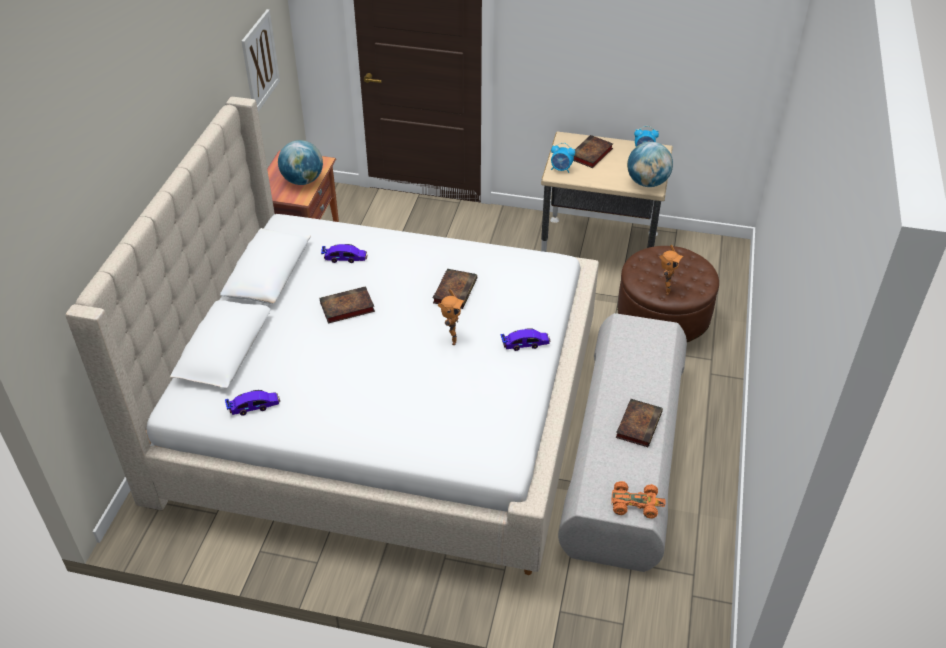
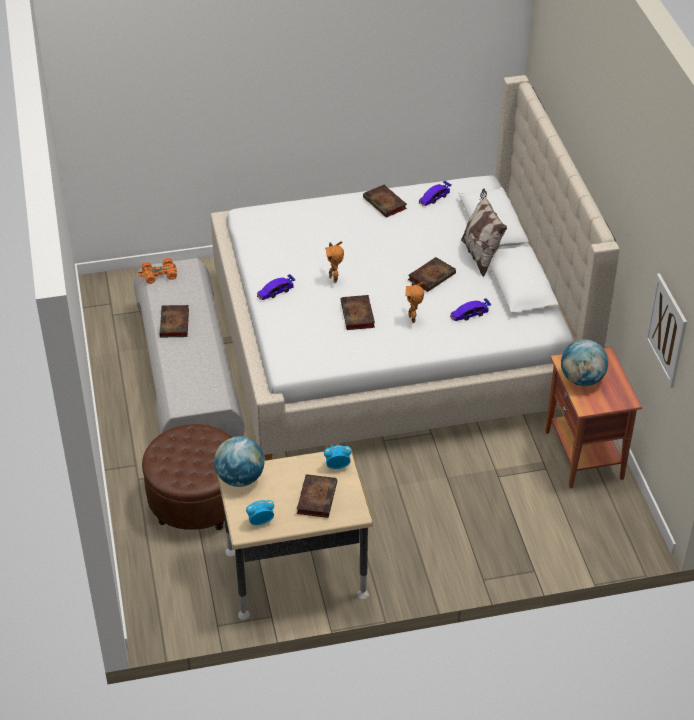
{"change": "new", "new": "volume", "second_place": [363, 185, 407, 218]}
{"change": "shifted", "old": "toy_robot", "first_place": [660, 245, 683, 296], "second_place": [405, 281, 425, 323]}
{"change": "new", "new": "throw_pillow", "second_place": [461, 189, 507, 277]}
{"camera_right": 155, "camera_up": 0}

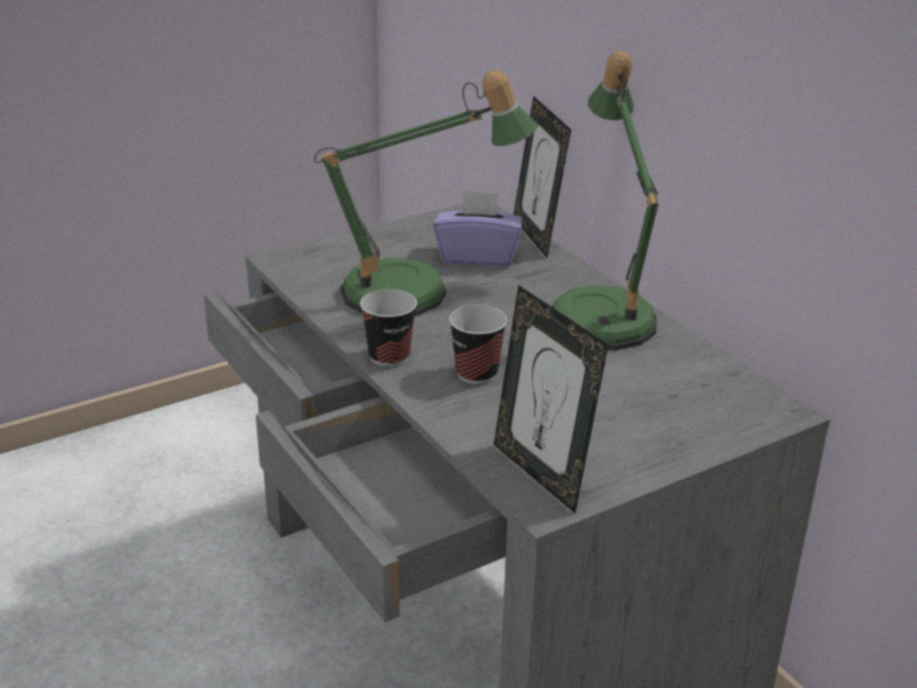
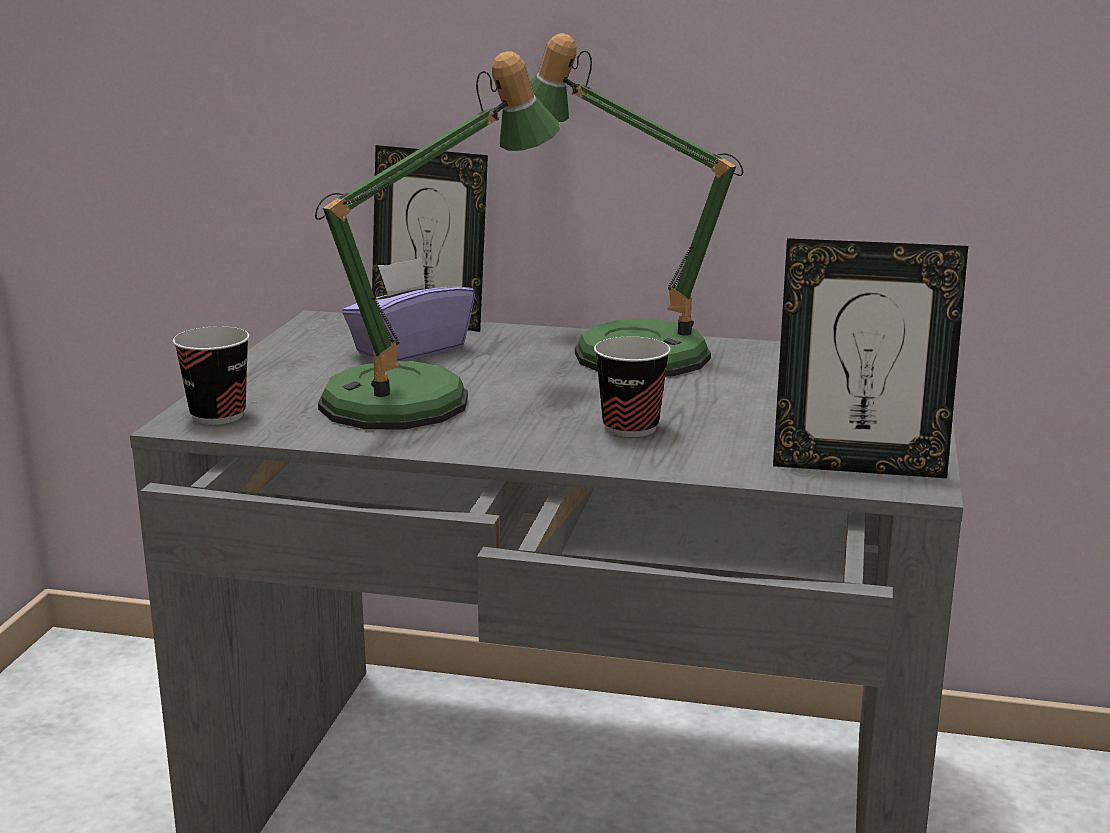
{"change": "shifted", "old": "drinking_cup", "first_place": [360, 289, 417, 367], "second_place": [173, 326, 250, 425]}
{"camera_right": -45, "camera_up": -10}

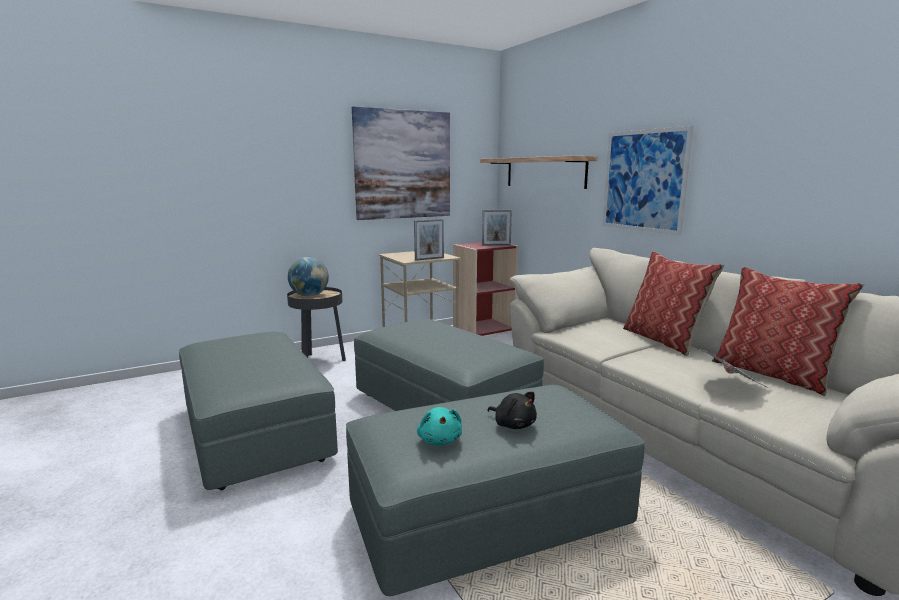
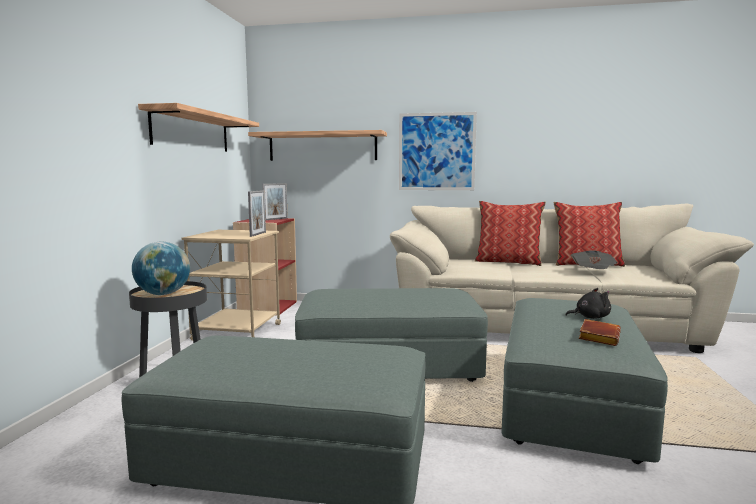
{"change": "swapped", "old": "picture", "new": "wall_shelf", "first_place": [352, 106, 450, 220], "second_place": [138, 103, 259, 152]}
{"change": "swapped", "old": "turquoise-coloured_soft_toy", "new": "brown-coloured_volume", "first_place": [417, 407, 462, 446], "second_place": [579, 319, 621, 346]}
{"camera_right": -50, "camera_up": -5}

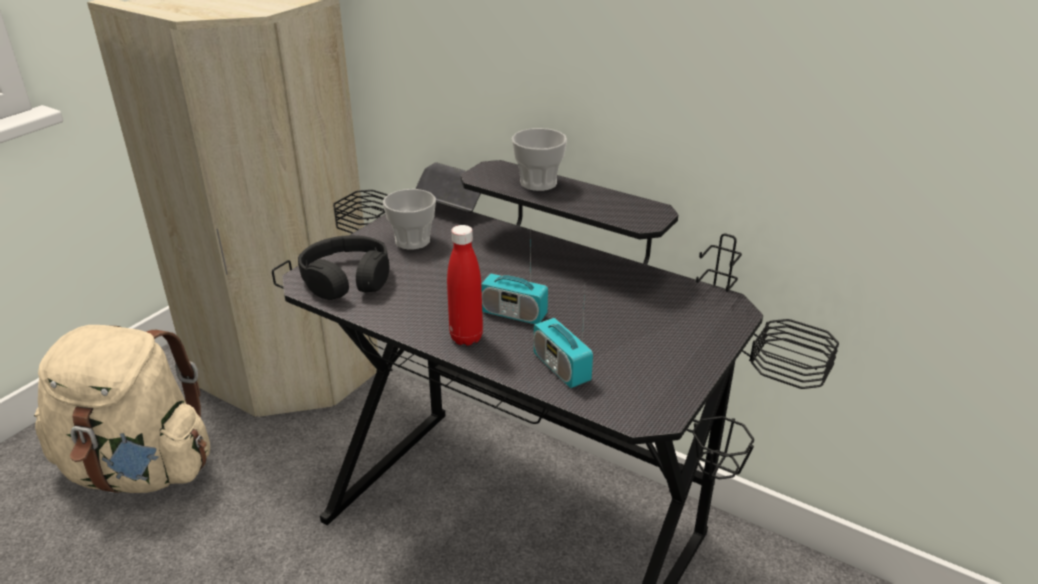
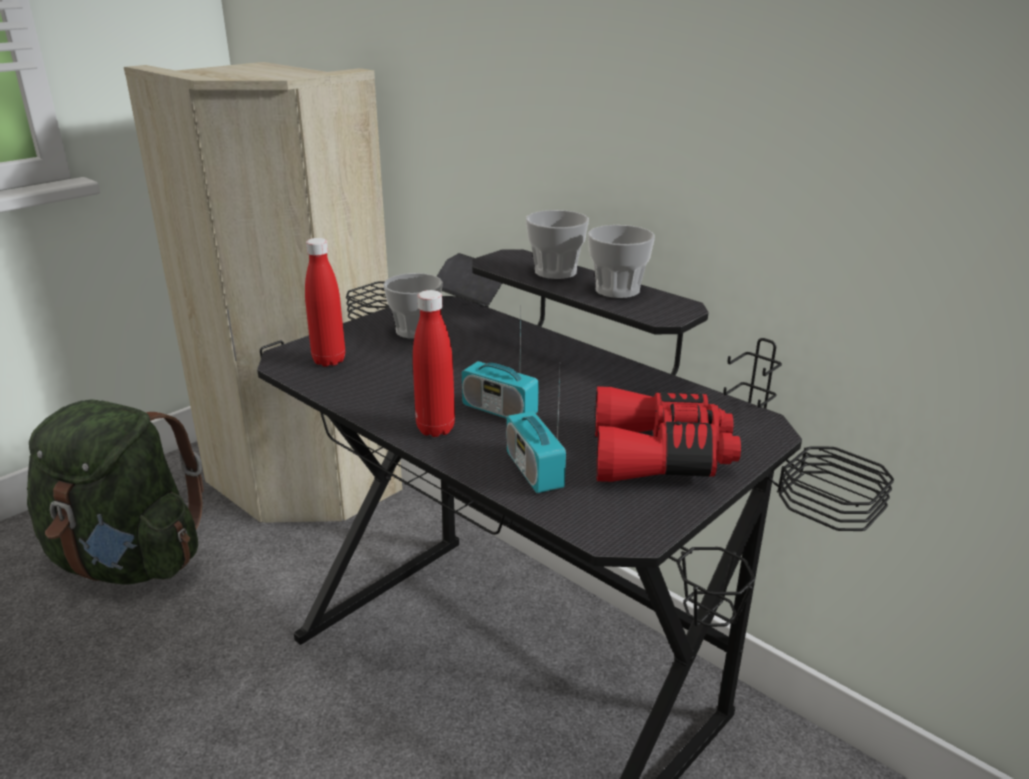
{"change": "repainted", "old": "sand-coloured_backpack", "new": "green_backpack", "first_place": [34, 325, 210, 494], "second_place": [27, 400, 204, 585]}
{"change": "swapped", "old": "black-coloured_pair_of_headphones", "new": "red_drink_bottle", "first_place": [298, 235, 389, 300], "second_place": [305, 238, 345, 367]}
{"change": "new", "new": "drinking_cup", "second_place": [588, 225, 655, 298]}
{"change": "new", "new": "red_pair_of_binoculars", "second_place": [595, 386, 741, 482]}
{"camera_right": 10, "camera_up": -5}

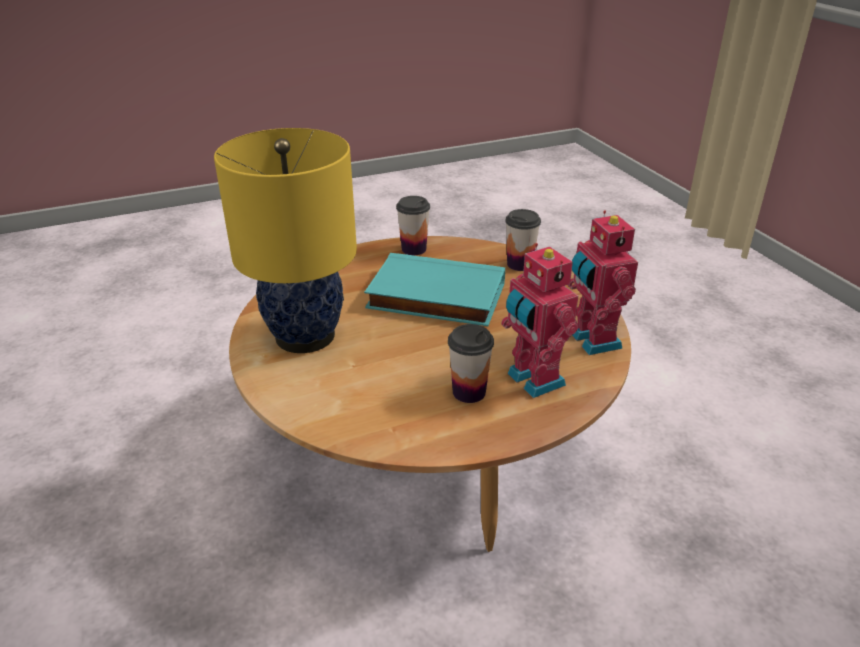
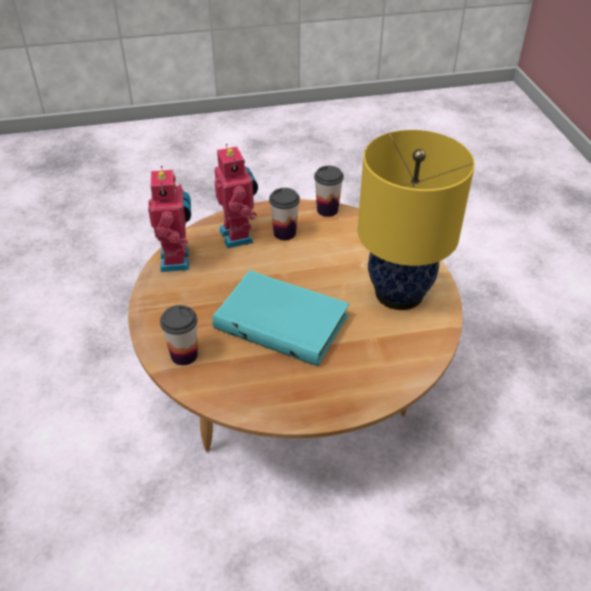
{"change": "shifted", "old": "drinking_cup", "first_place": [396, 196, 430, 255], "second_place": [314, 166, 344, 217]}
{"camera_right": -170, "camera_up": 10}

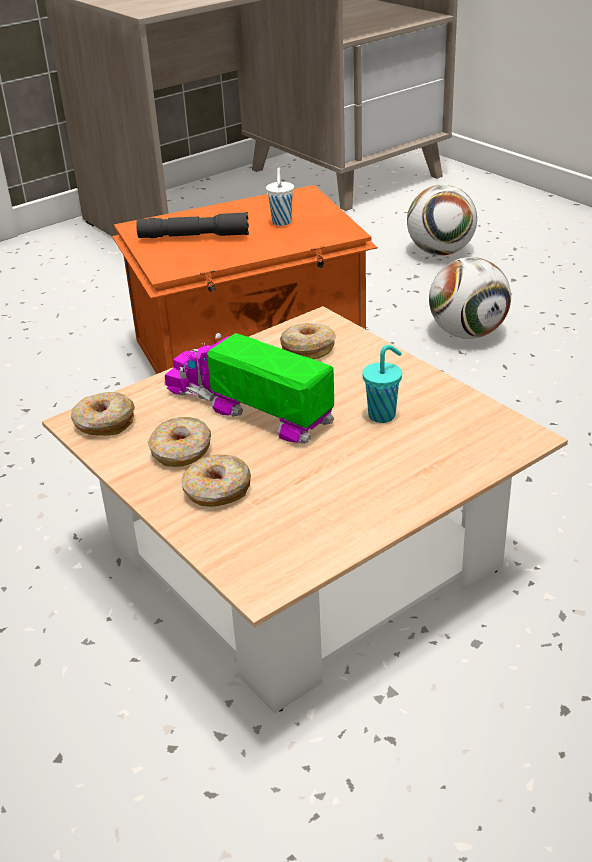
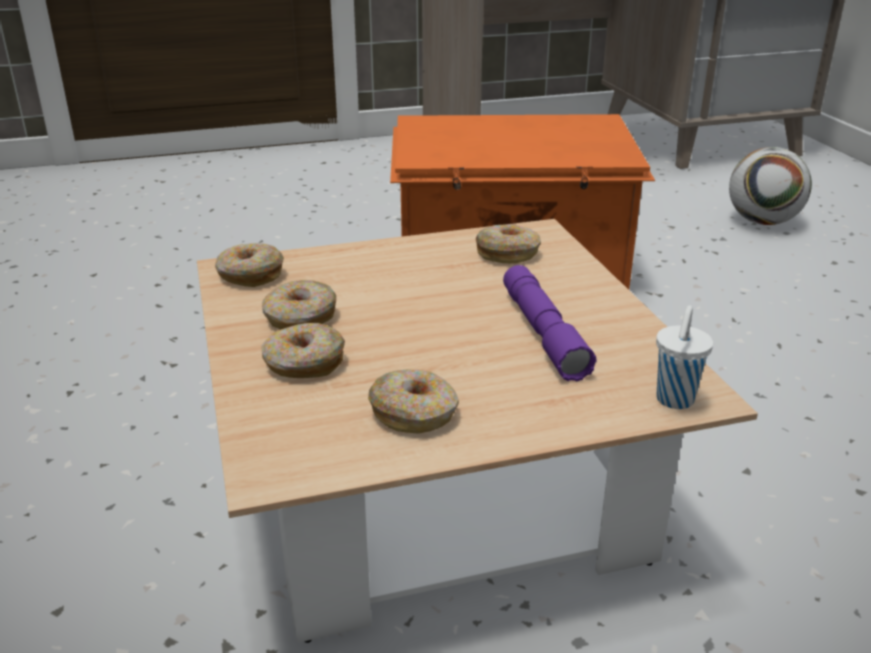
{"change": "new", "new": "ring_doughnut", "second_place": [368, 369, 459, 434]}
{"change": "swapped", "old": "turquoise-coloured_drinking_cup", "new": "purple_flashlight", "first_place": [362, 345, 402, 423], "second_place": [503, 265, 597, 382]}
{"change": "shifted", "old": "white-coloured_drinking_cup", "first_place": [266, 168, 294, 226], "second_place": [656, 305, 713, 409]}
{"change": "gone", "old": "gray_flashlight", "first_place": [136, 212, 249, 238]}
{"change": "gone", "old": "toy_lorry", "first_place": [165, 333, 334, 444]}
{"change": "gone", "old": "ball_for_football", "first_place": [429, 257, 511, 339]}
{"camera_right": 20, "camera_up": -5}

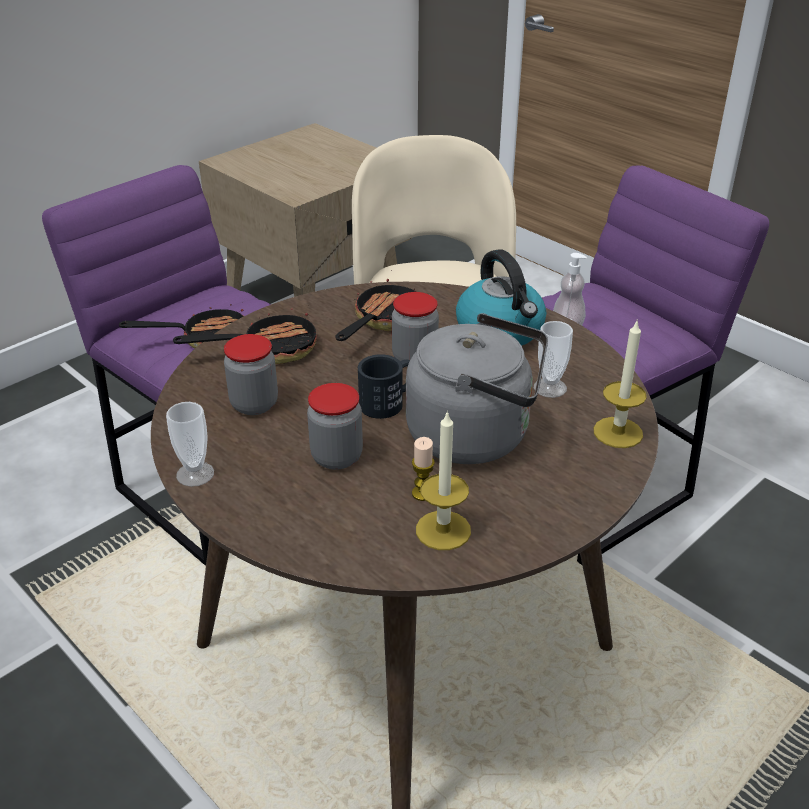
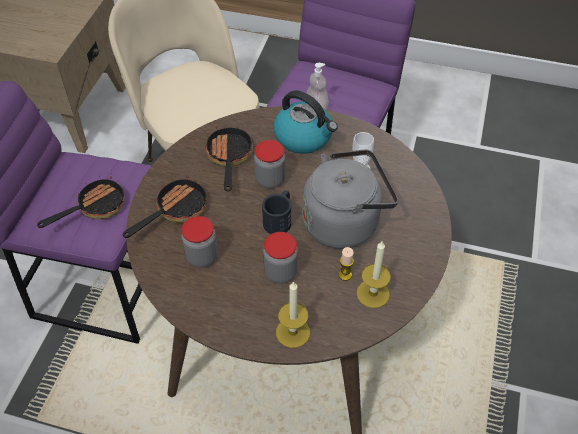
{"change": "shifted", "old": "candle", "first_place": [593, 319, 647, 448], "second_place": [276, 281, 310, 348]}
{"change": "gone", "old": "drinking_cup", "first_place": [166, 402, 214, 487]}
{"camera_right": -30, "camera_up": 15}

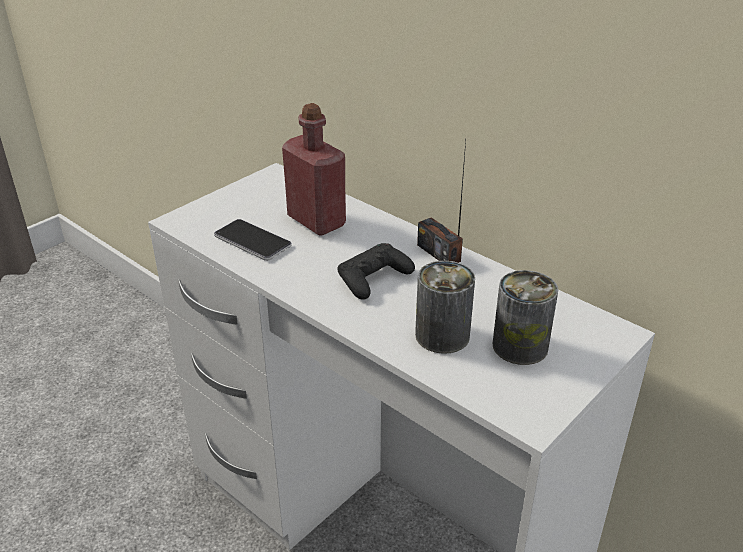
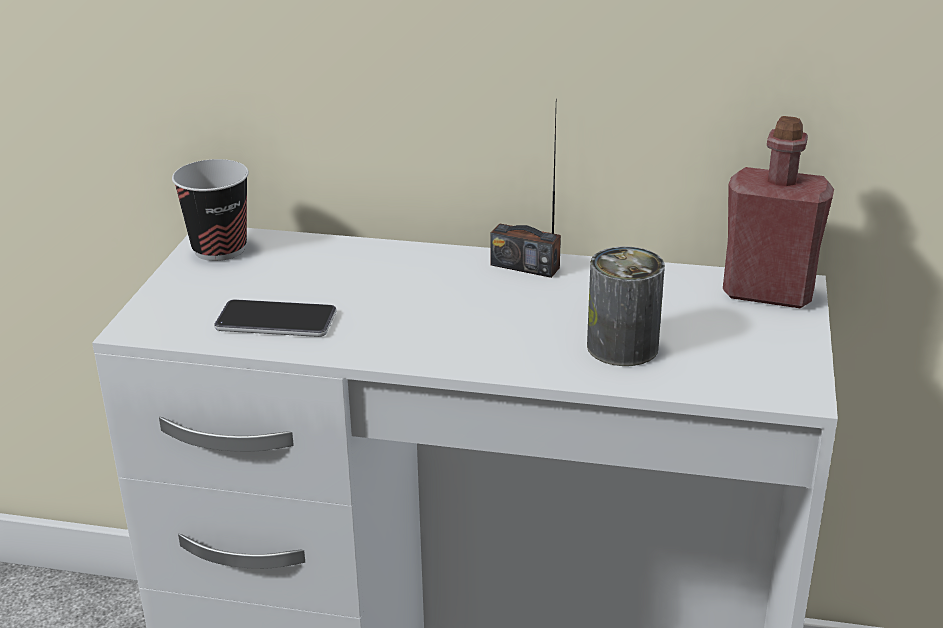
{"change": "new", "new": "drinking_cup", "second_place": [172, 159, 249, 261]}
{"change": "shifted", "old": "red_drink_bottle", "first_place": [282, 103, 346, 236], "second_place": [723, 116, 834, 308]}
{"change": "gone", "old": "black-coloured_joypad", "first_place": [337, 243, 415, 300]}
{"change": "gone", "old": "metal_can", "first_place": [492, 270, 558, 365]}
{"camera_right": -30, "camera_up": -5}

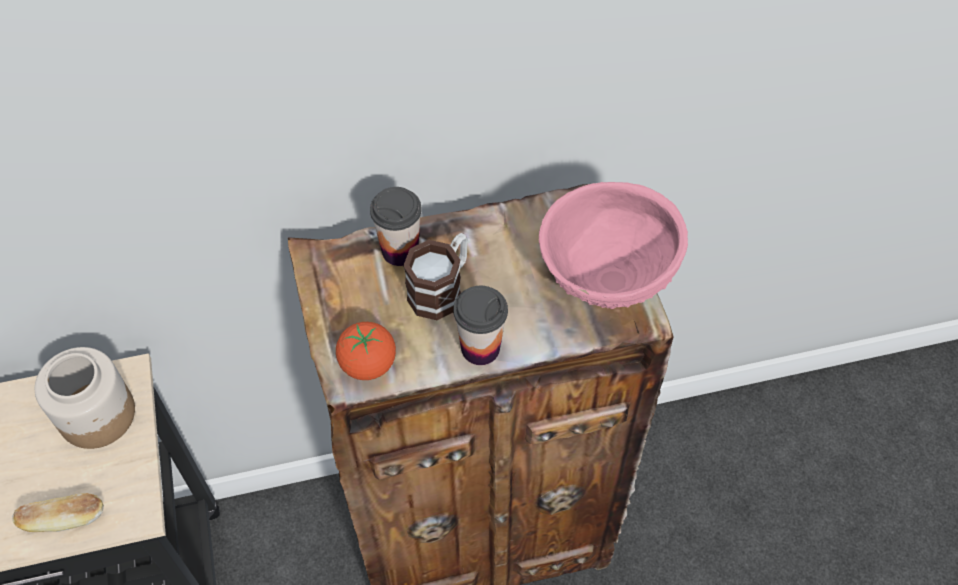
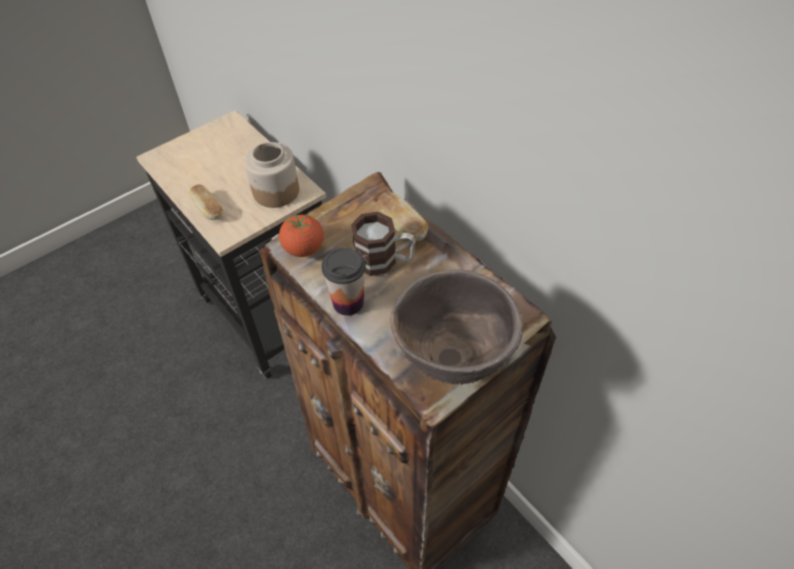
{"change": "swapped", "old": "drinking_cup", "new": "bakery_bread", "first_place": [370, 187, 422, 266], "second_place": [377, 192, 428, 241]}
{"change": "repainted", "old": "pink_deep_dish", "new": "brown-coloured_deep_dish", "first_place": [539, 182, 688, 309], "second_place": [390, 269, 523, 385]}
{"camera_right": 65, "camera_up": -5}

